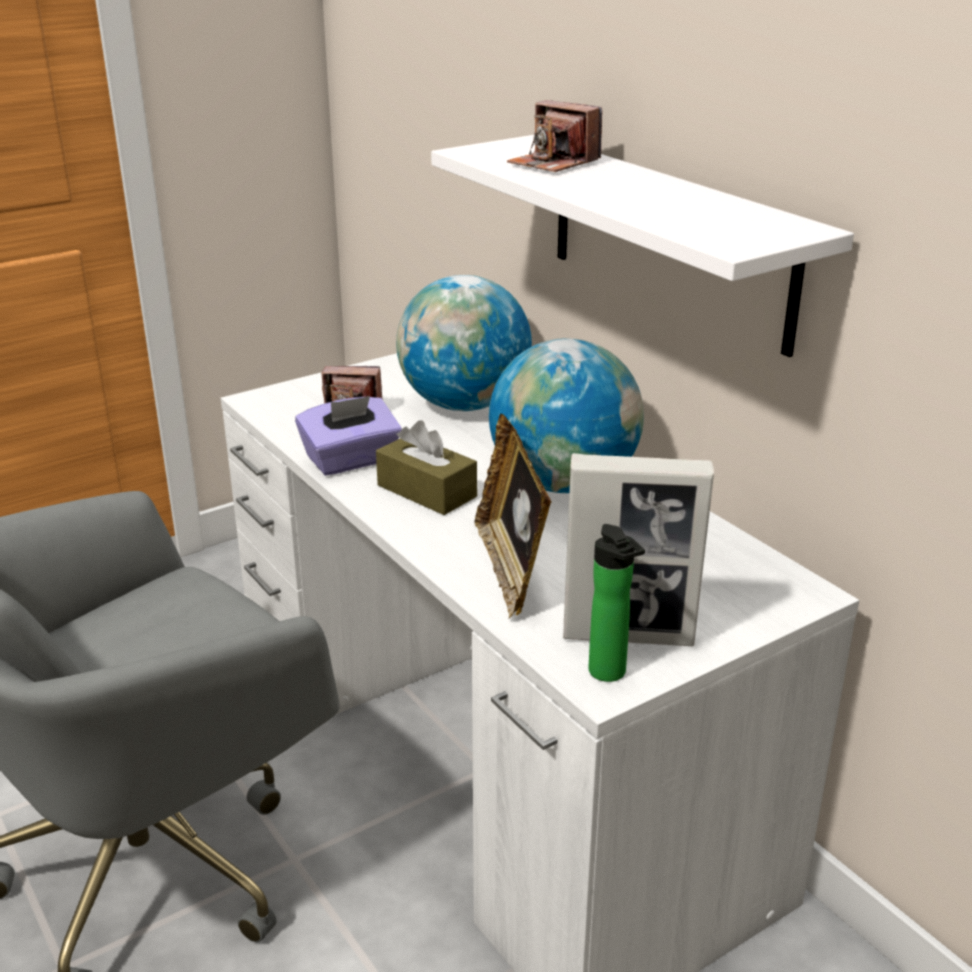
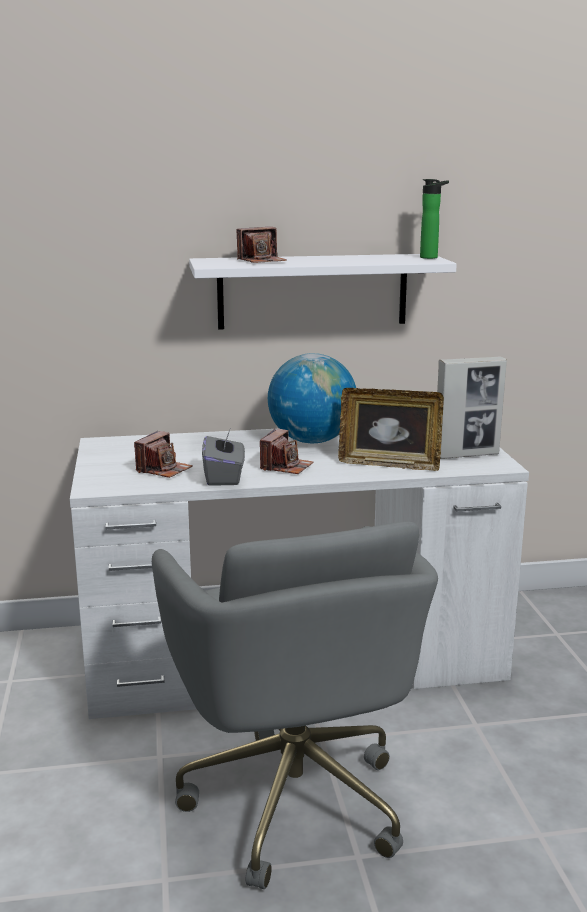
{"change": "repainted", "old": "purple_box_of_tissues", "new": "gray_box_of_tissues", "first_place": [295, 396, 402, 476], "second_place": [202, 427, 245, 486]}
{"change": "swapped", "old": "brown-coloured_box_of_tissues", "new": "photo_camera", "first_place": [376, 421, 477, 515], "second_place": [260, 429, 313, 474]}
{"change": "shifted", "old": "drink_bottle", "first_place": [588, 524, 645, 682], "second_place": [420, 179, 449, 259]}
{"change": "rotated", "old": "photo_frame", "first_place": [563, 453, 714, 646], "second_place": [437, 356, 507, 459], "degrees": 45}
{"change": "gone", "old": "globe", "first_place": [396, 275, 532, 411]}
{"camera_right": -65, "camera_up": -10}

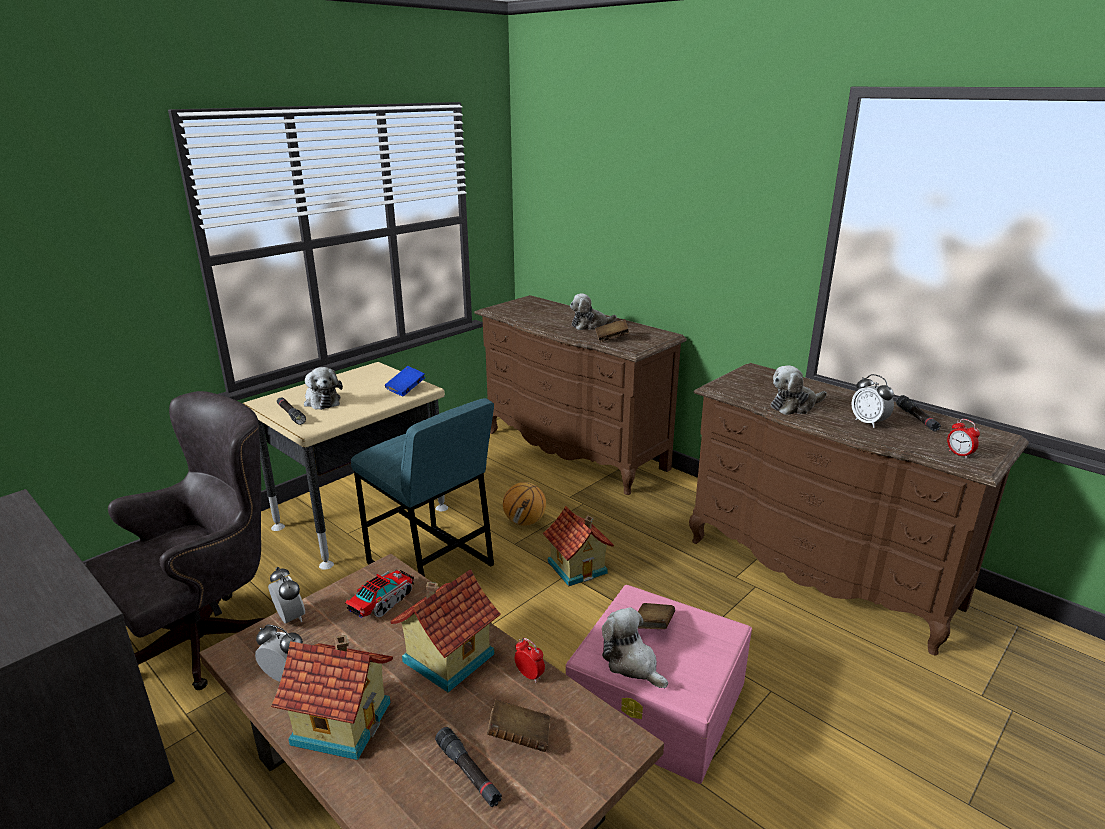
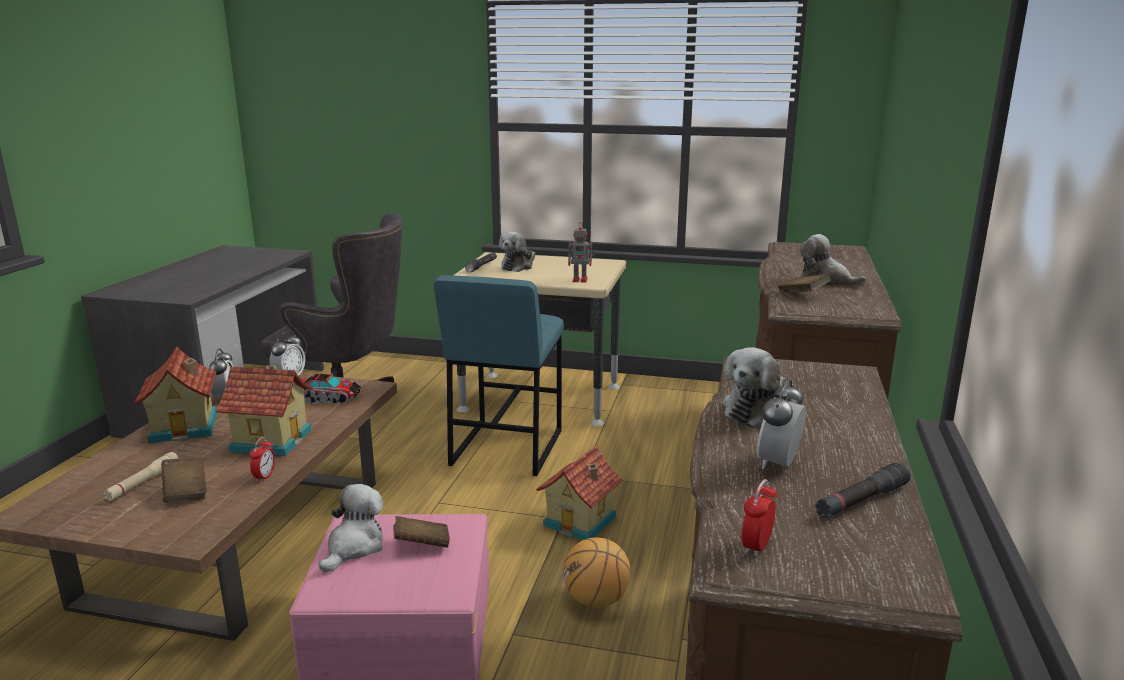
{"change": "repainted", "old": "black-coloured_flashlight", "new": "sand-coloured_flashlight", "first_place": [435, 727, 502, 807], "second_place": [103, 452, 179, 501]}
{"change": "shifted", "old": "basketball_ball", "first_place": [503, 482, 546, 526], "second_place": [563, 538, 631, 608]}
{"change": "swapped", "old": "bluish_volume", "new": "toy_robot", "first_place": [385, 366, 425, 396], "second_place": [568, 226, 594, 283]}
{"change": "rotated", "old": "soft_toy", "first_place": [771, 366, 827, 415], "second_place": [723, 347, 785, 428], "degrees": -90}
{"camera_right": 60, "camera_up": -5}

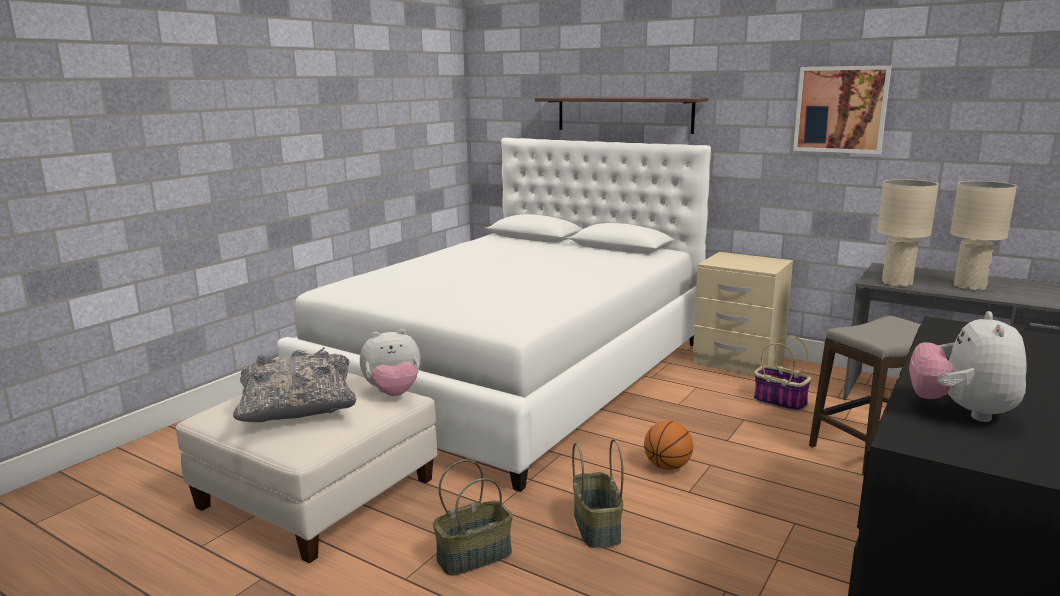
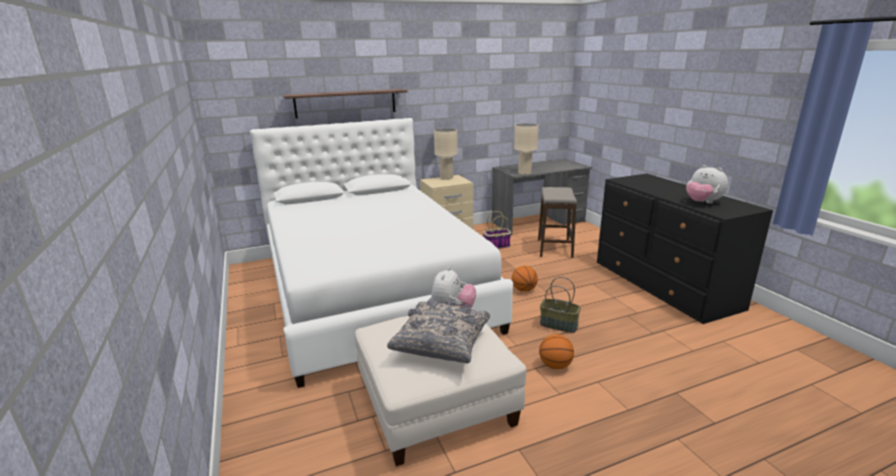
{"change": "shifted", "old": "sand-coloured_tabletop_lamp", "first_place": [950, 181, 1017, 291], "second_place": [434, 128, 458, 180]}
{"change": "swapped", "old": "basket", "new": "basketball_ball", "first_place": [433, 460, 513, 576], "second_place": [539, 334, 574, 369]}
{"change": "gone", "old": "picture", "first_place": [793, 65, 892, 154]}
{"camera_right": -55, "camera_up": 5}

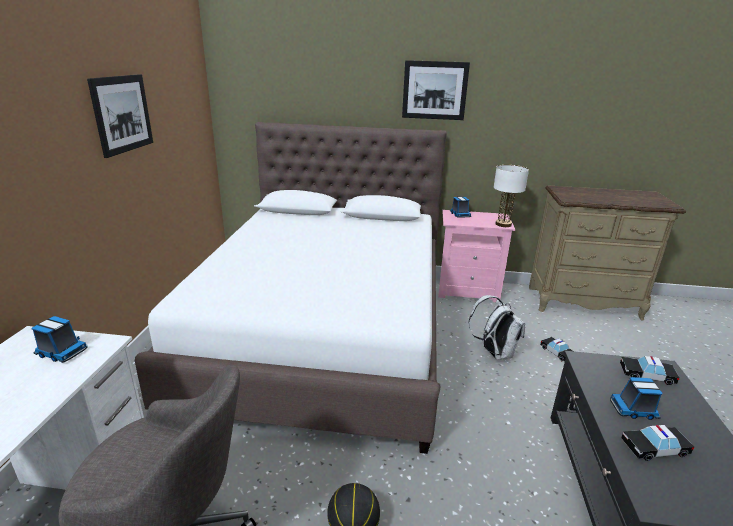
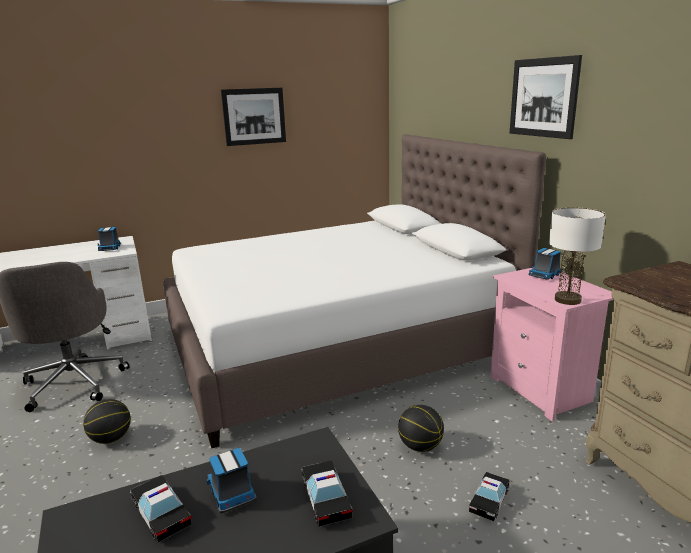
{"change": "swapped", "old": "white-coloured_backpack", "new": "basketball_ball", "first_place": [468, 295, 525, 360], "second_place": [398, 405, 444, 452]}
{"camera_right": 60, "camera_up": -5}

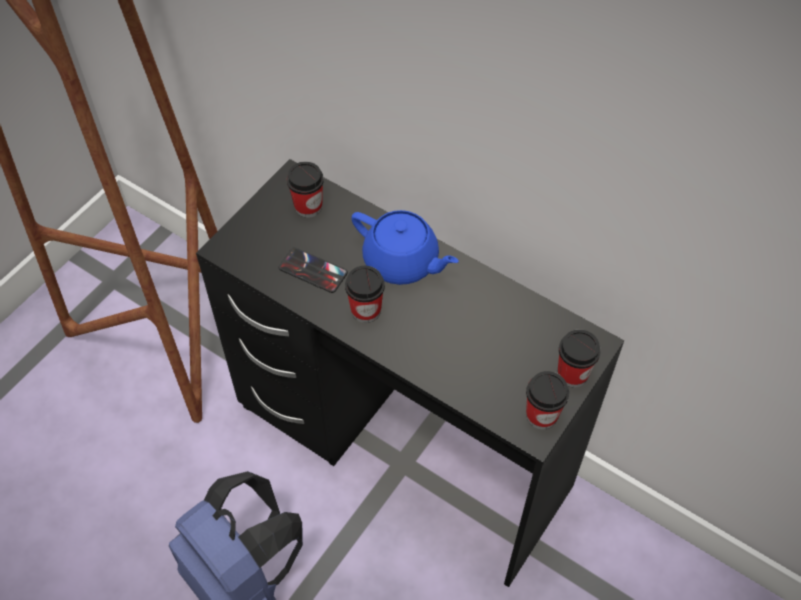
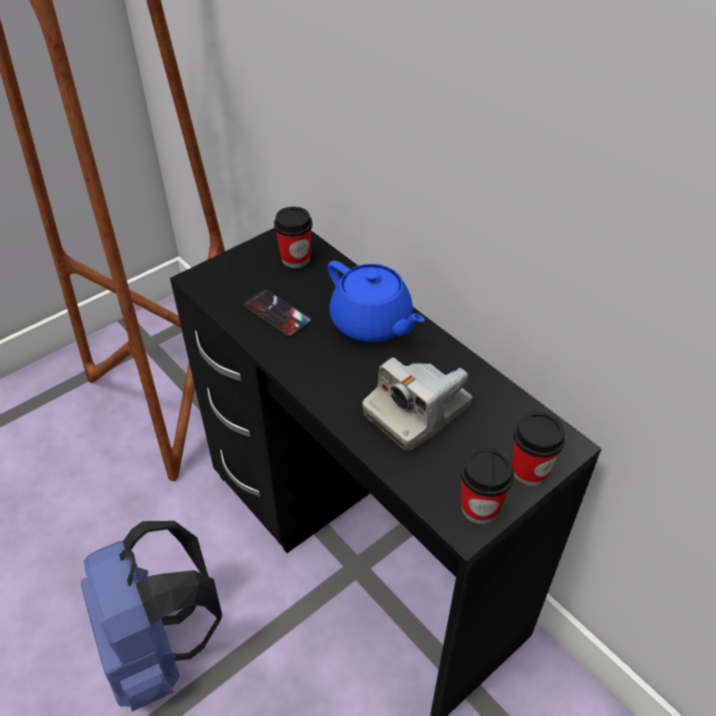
{"change": "new", "new": "photo_camera", "second_place": [362, 357, 472, 451]}
{"change": "gone", "old": "drinking_cup", "first_place": [345, 266, 385, 323]}
{"camera_right": 15, "camera_up": -10}

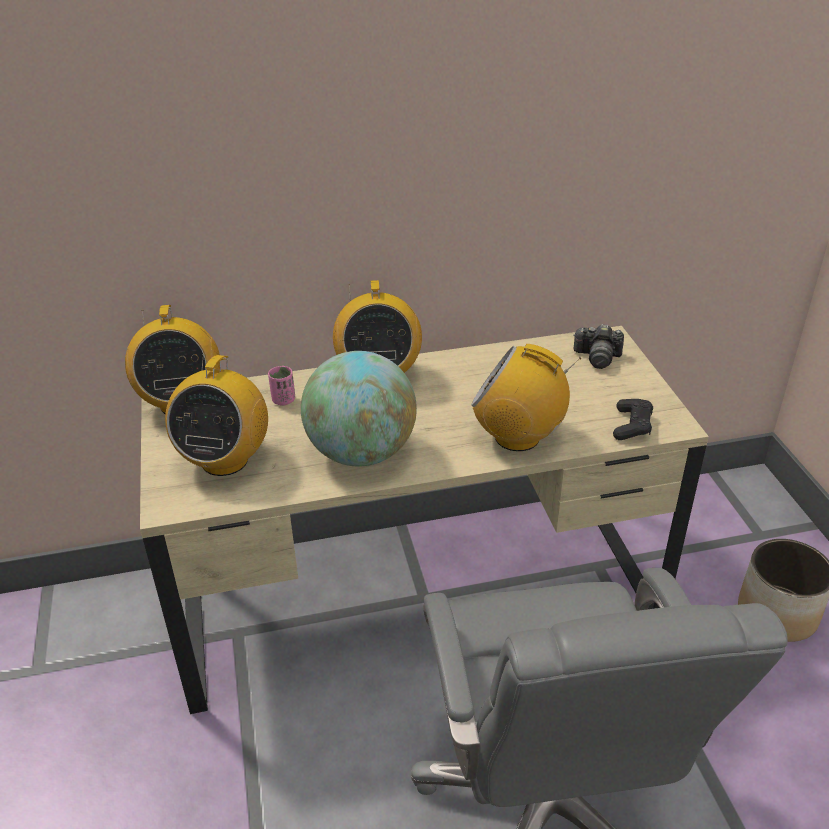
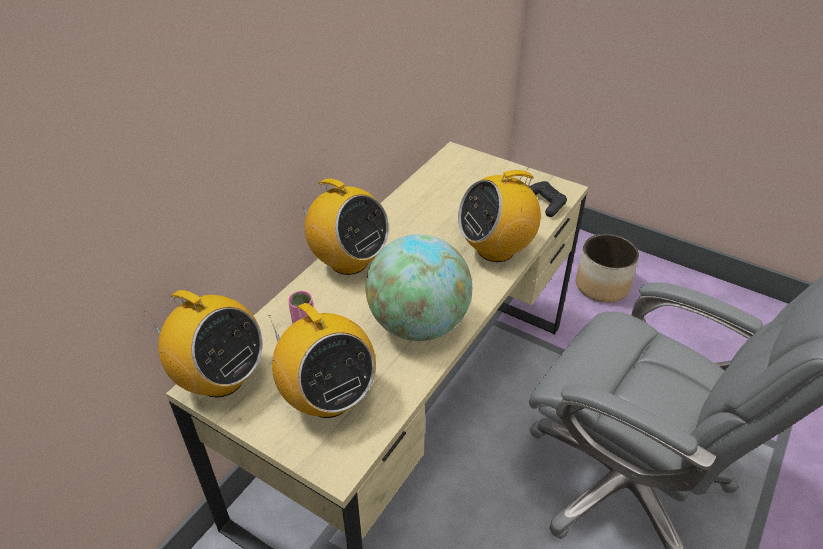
{"change": "gone", "old": "photo_camera", "first_place": [573, 324, 624, 369]}
{"camera_right": -45, "camera_up": 5}

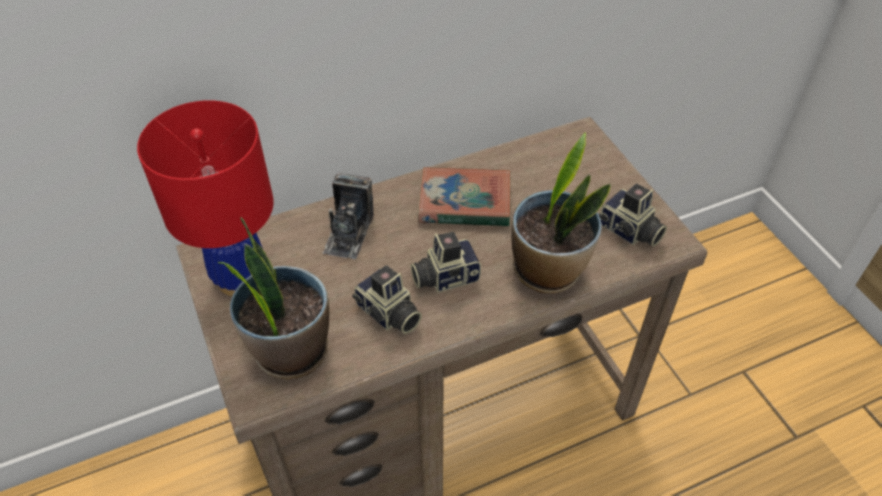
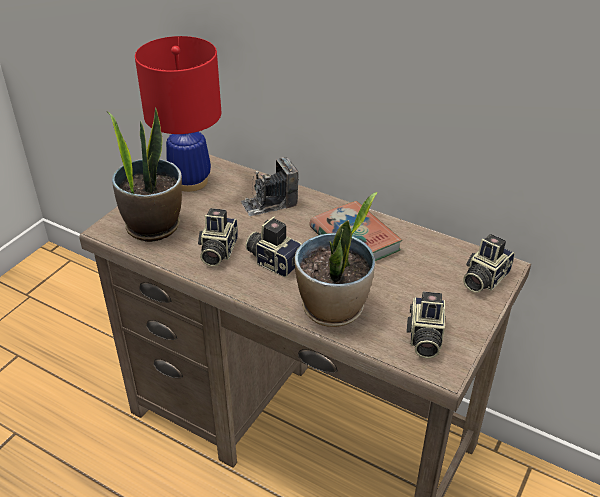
{"change": "new", "new": "photo_camera", "second_place": [463, 234, 515, 293]}
{"camera_right": 55, "camera_up": -10}

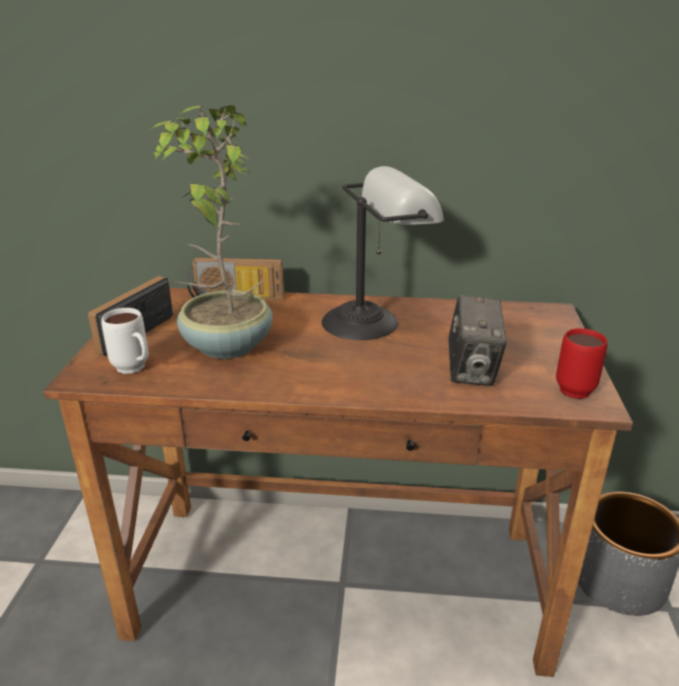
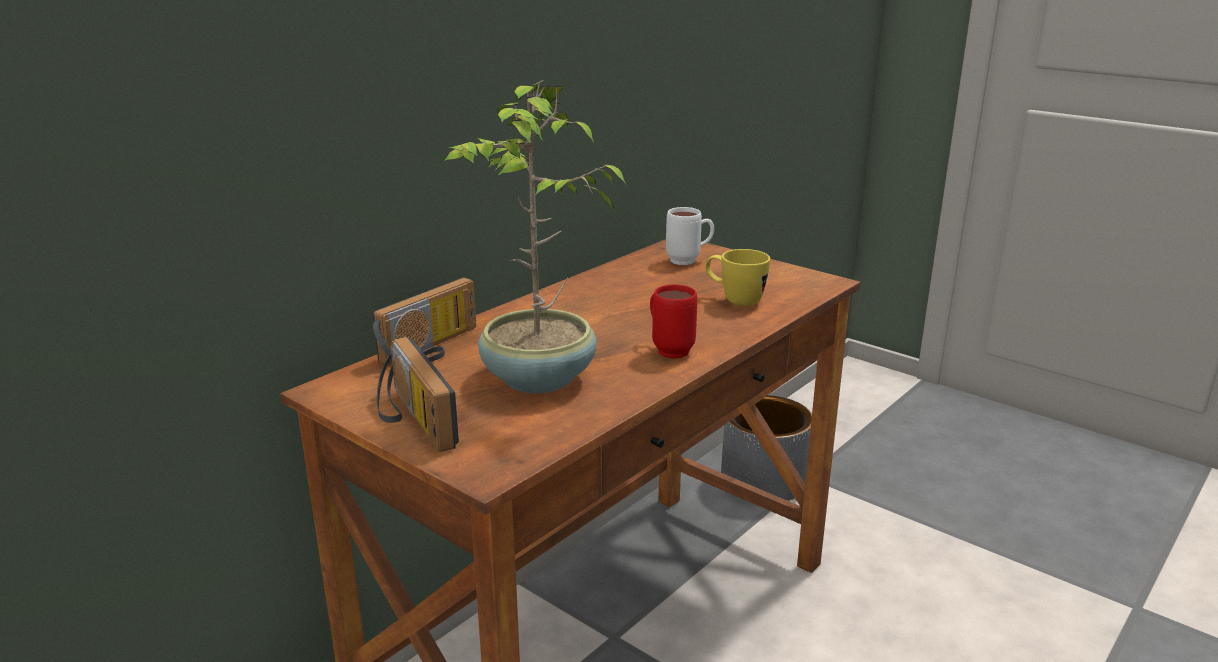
{"change": "shifted", "old": "red_coffee_mug", "first_place": [556, 328, 608, 399], "second_place": [650, 285, 697, 358]}
{"change": "shifted", "old": "white-coloured_coffee_mug", "first_place": [101, 308, 148, 374], "second_place": [666, 207, 714, 265]}
{"change": "swapped", "old": "photo_camera", "new": "yellow-coloured_coffee_mug", "first_place": [448, 295, 507, 386], "second_place": [706, 249, 770, 306]}
{"change": "gone", "old": "tabletop_lamp", "first_place": [322, 166, 444, 340]}
{"camera_right": -55, "camera_up": -5}

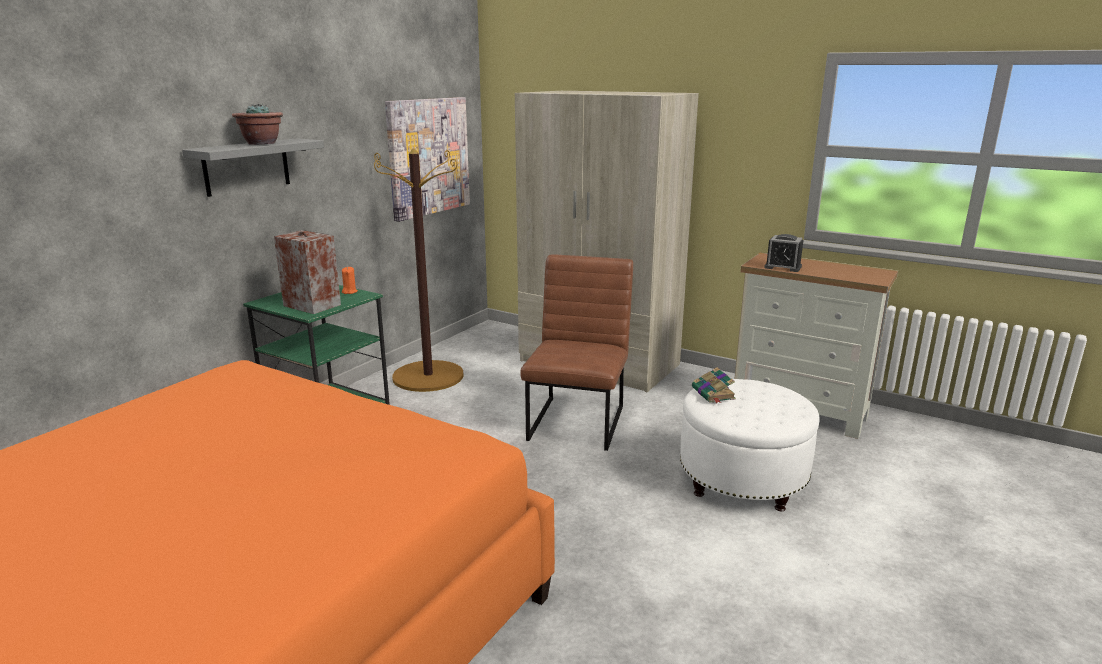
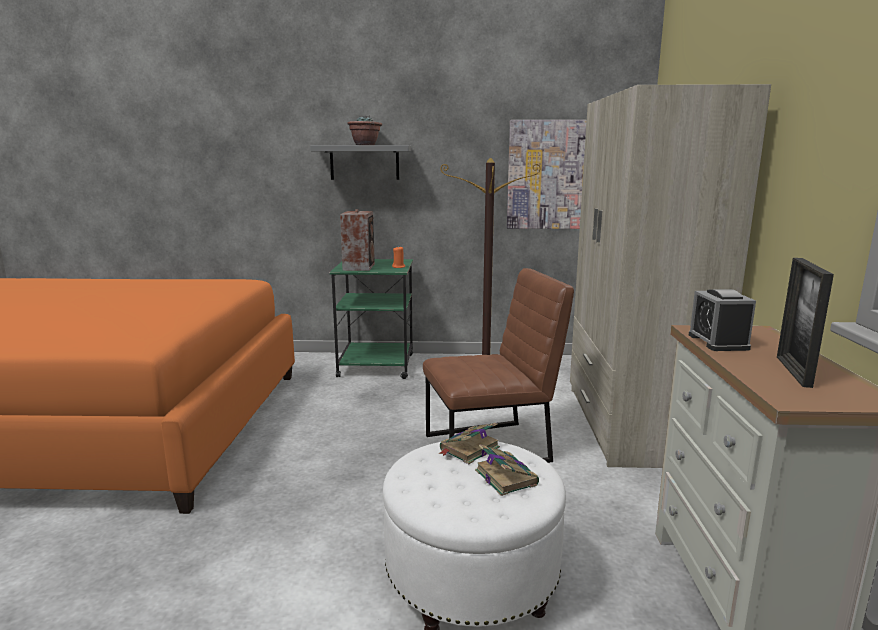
{"change": "new", "new": "volume", "second_place": [475, 444, 539, 496]}
{"change": "new", "new": "photo_frame", "second_place": [777, 258, 834, 388]}
{"camera_right": 60, "camera_up": -5}

